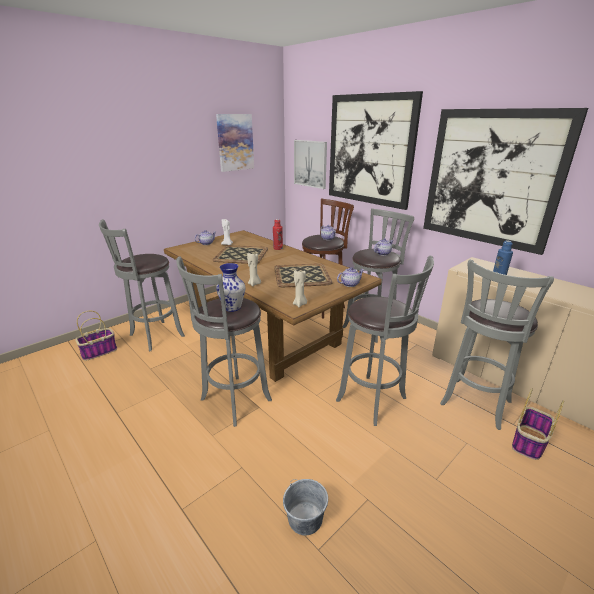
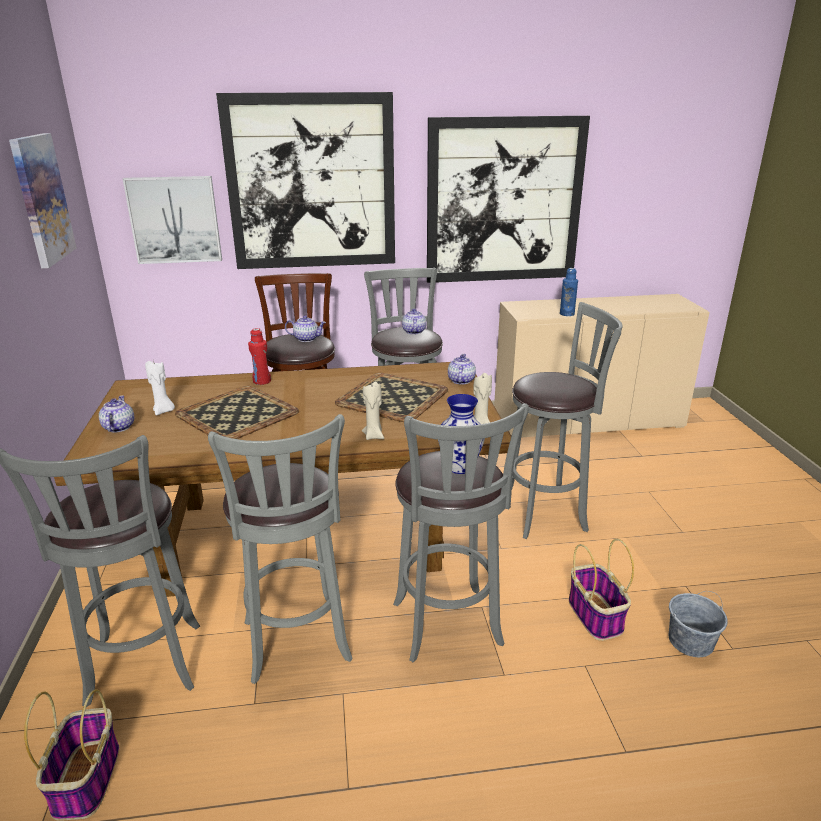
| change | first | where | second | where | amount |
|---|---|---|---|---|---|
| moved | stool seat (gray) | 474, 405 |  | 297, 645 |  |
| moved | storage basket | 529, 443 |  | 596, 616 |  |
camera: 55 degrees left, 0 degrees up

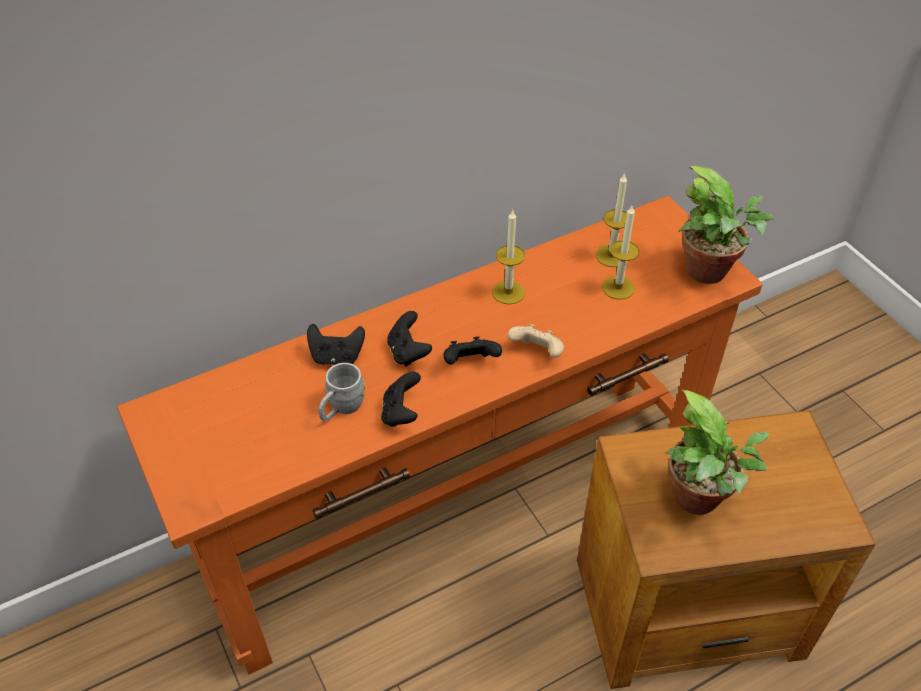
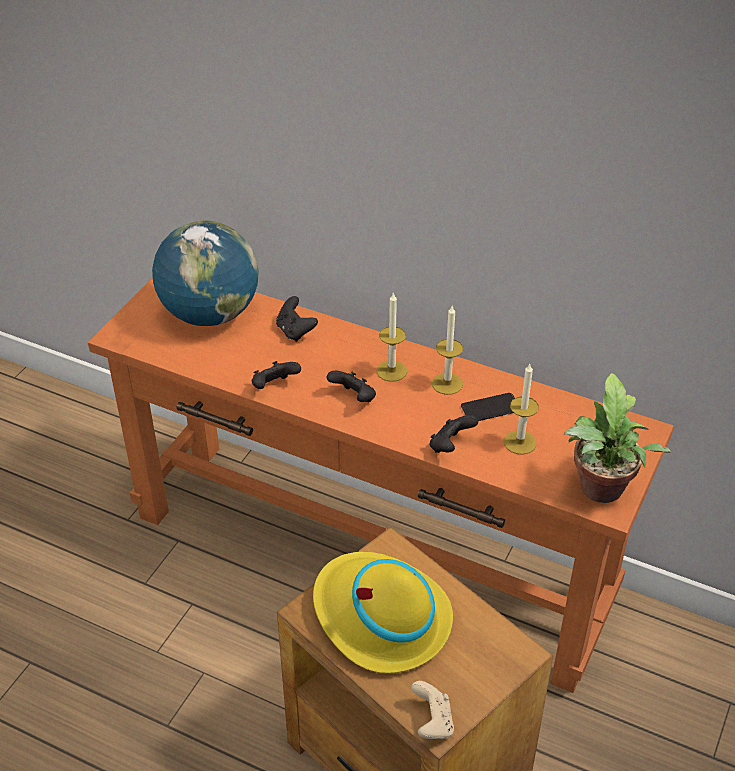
| change | first | where | second | where | amount |
|---|---|---|---|---|---|
| added |  |  | desk globe | 210, 314 |  |
| replaced | houseplant | 700, 501 | wearable hat (yellowish) | 380, 618 |  |
| moved | candle | 611, 256 |  | 391, 371 |  |
| moved | joypad (beige-coloured) | 537, 352 |  | 432, 723 |  |
| moved | joypad (blackish) | 408, 352 |  | 450, 446 |  |
| added |  |  | phone | 490, 408 |  |
| removed | tea mug (gray) | 341, 409 |  |  |  |
camera: 55 degrees right, 5 degrees down

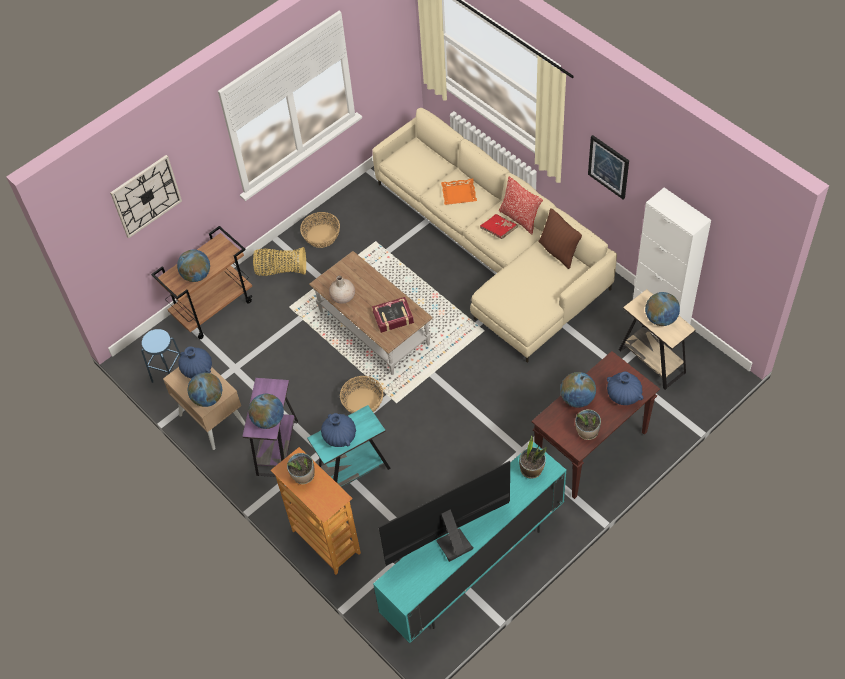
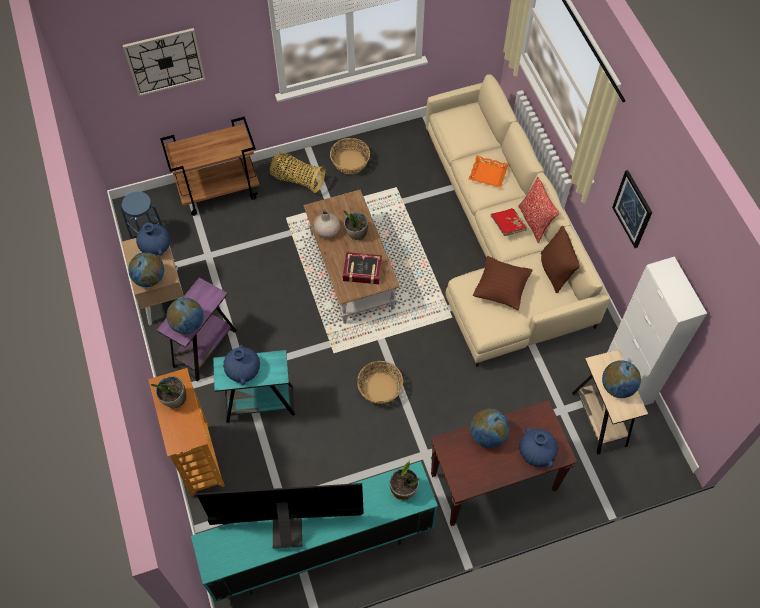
| change | first | where | second | where | amount |
|---|---|---|---|---|---|
| moved | houseplant | 587, 432 |  | 356, 234 |  |
| moved | storage basket | 362, 402 |  | 379, 388 |  |
| added |  |  | throw pillow (brown) | 501, 289 |  |
| removed | desk globe | 196, 275 |  |  |  |
camera: 20 degrees right, 5 degrees up

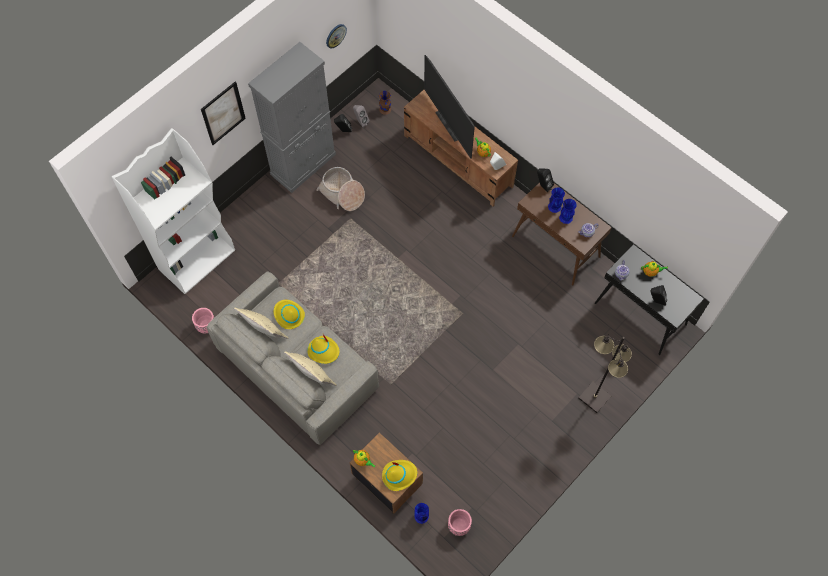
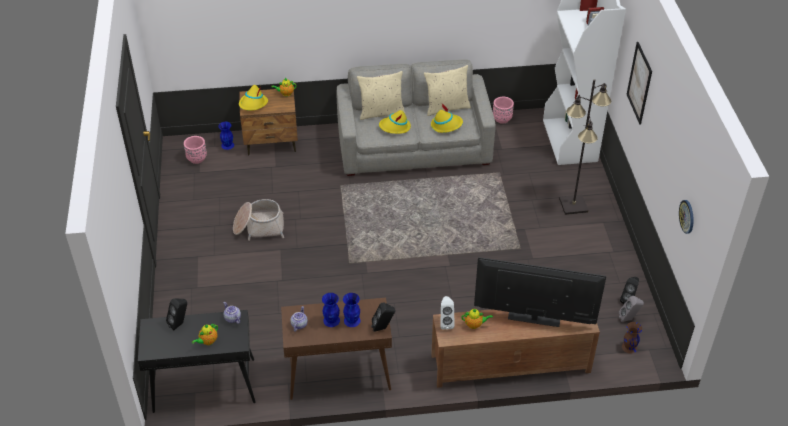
| change | first | where | second | where | amount |
|---|---|---|---|---|---|
| moved | storage basket | 342, 193 |  | 259, 227 |  |
| moved | standard lamp (blackish) | 594, 397 |  | 573, 205 |  |
| removed | storage cabinet (gray) | 303, 164 |  |  |  |
camera: 130 degrees right, 20 degrees down

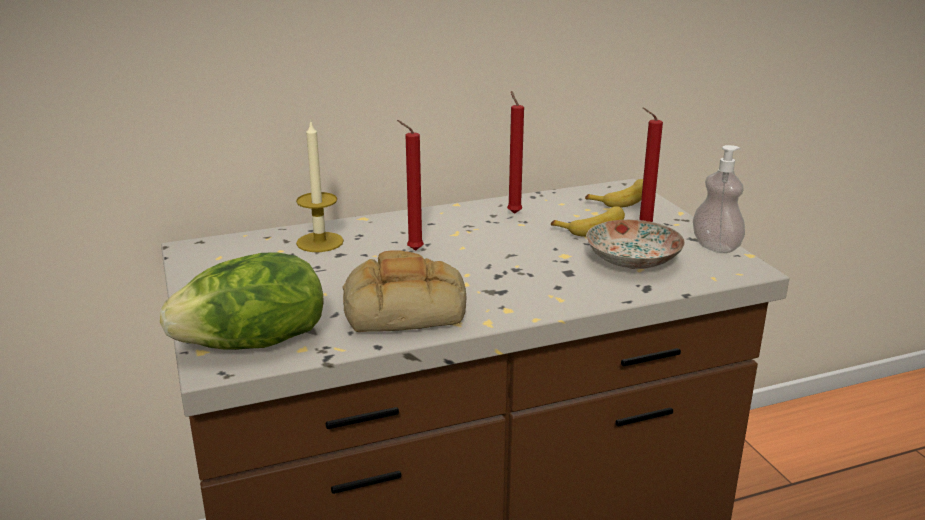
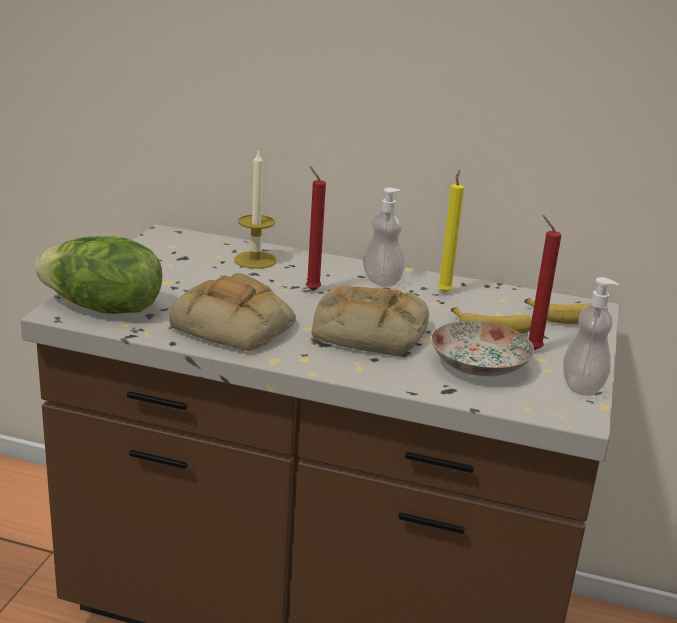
| change | first | where | second | where | amount |
|---|---|---|---|---|---|
| added |  |  | bakery bread | 367, 332 |  |
| added |  |  | liquid soap bottle | 381, 281 |  |
| recoloured | candle (reddish) | 513, 212 | candle (yellowish) | 444, 292 |  |
camera: 35 degrees right, 0 degrees up

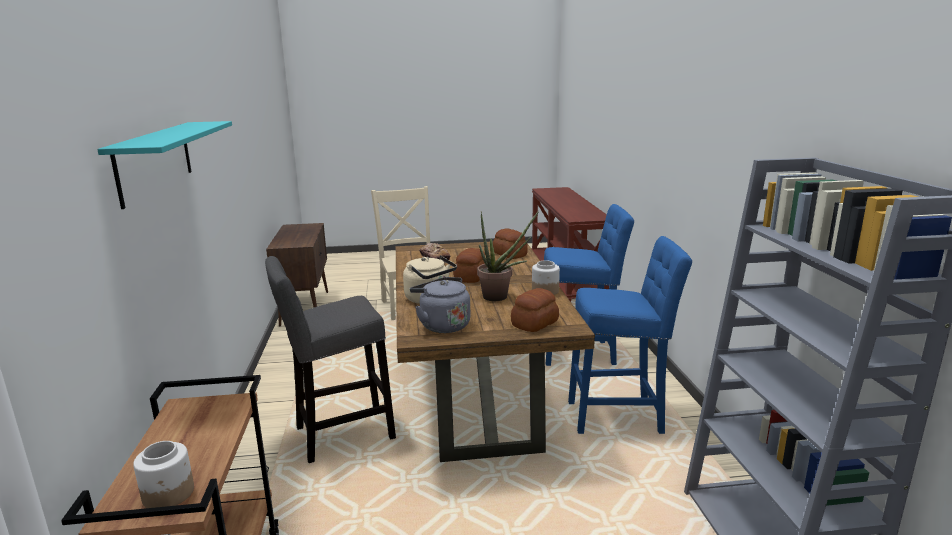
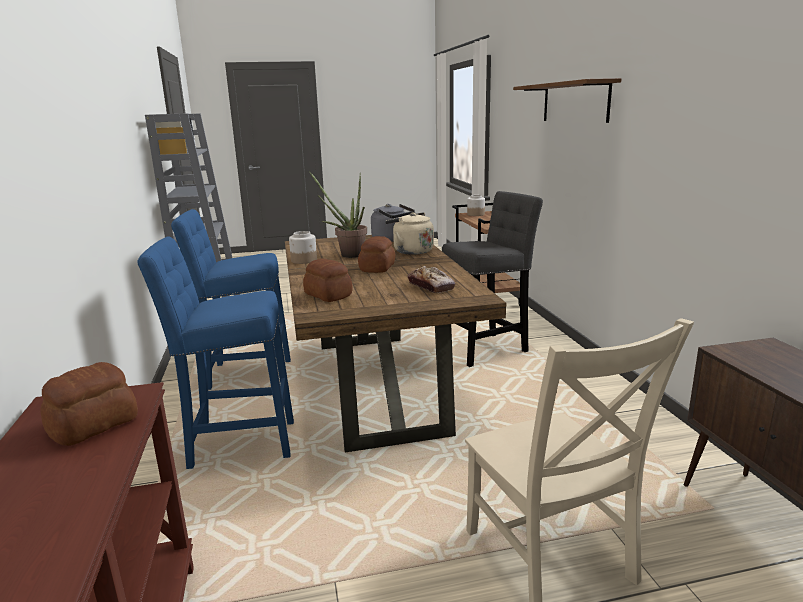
| change | first | where | second | where | amount |
|---|---|---|---|---|---|
| moved | bakery bread | 534, 324 |  | 95, 425 |  |
| recoloured | wall shelf (turquoise-coloured) | 155, 160 | wall shelf (brown) | 574, 102 |  |
camera: 175 degrees right, 0 degrees up

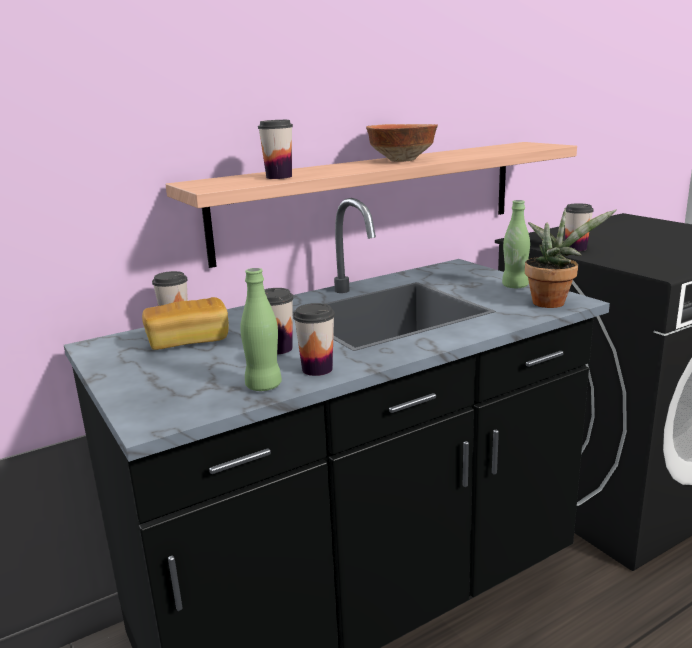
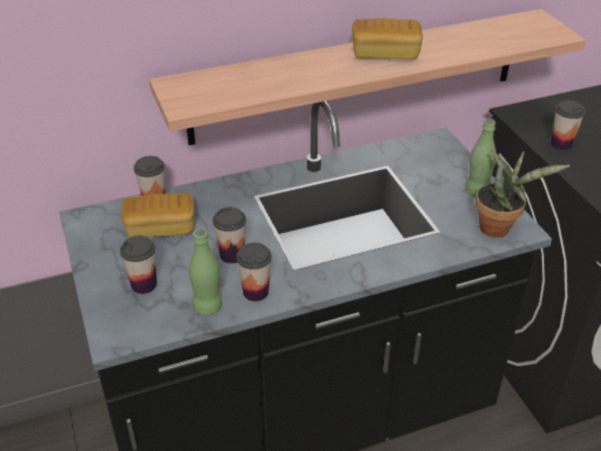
| change | first | where | second | where | amount |
|---|---|---|---|---|---|
| moved | drinking cup | 279, 177 |  | 144, 285 |  |
| replaced | serving bowl | 401, 160 | bakery bread | 385, 54 |  |
camera: 10 degrees right, 20 degrees up

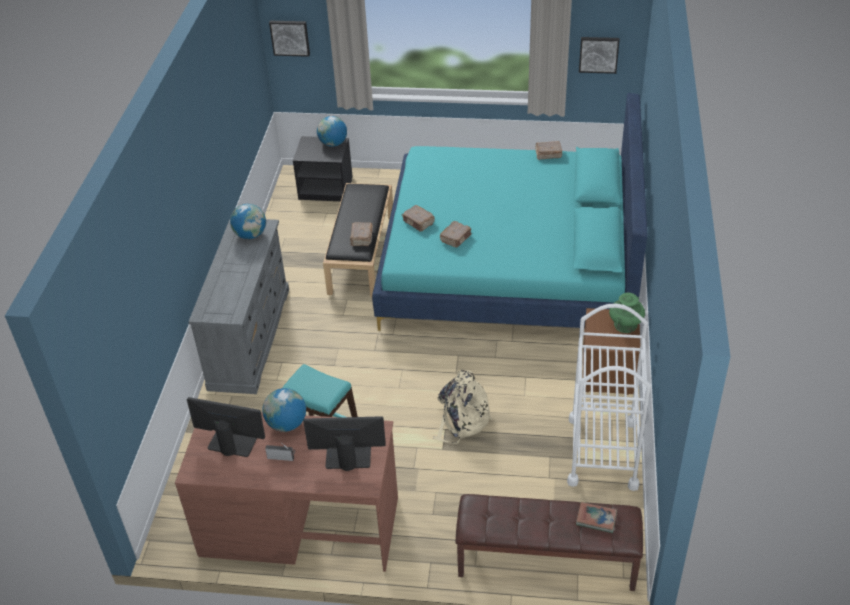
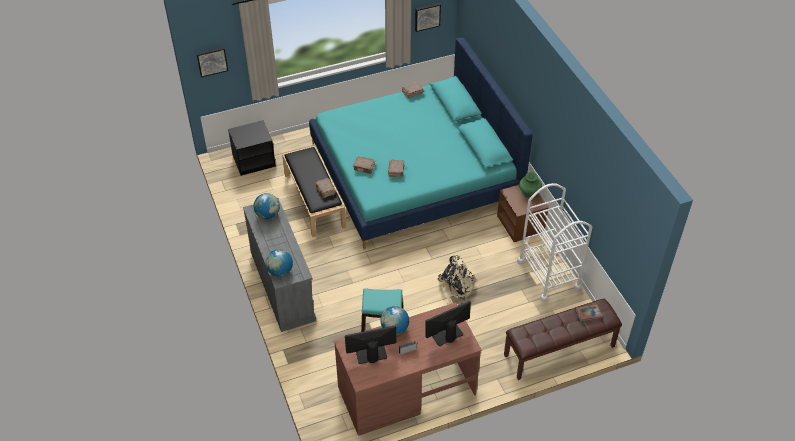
| change | first | where | second | where | amount |
|---|---|---|---|---|---|
| moved | desk globe | 333, 144 |  | 280, 271 |  |
camera: 30 degrees left, 5 degrees up

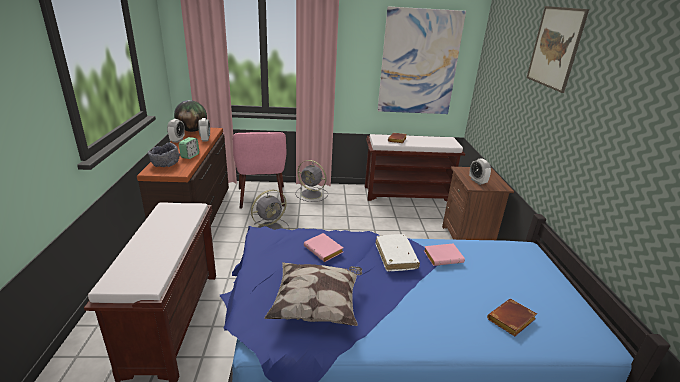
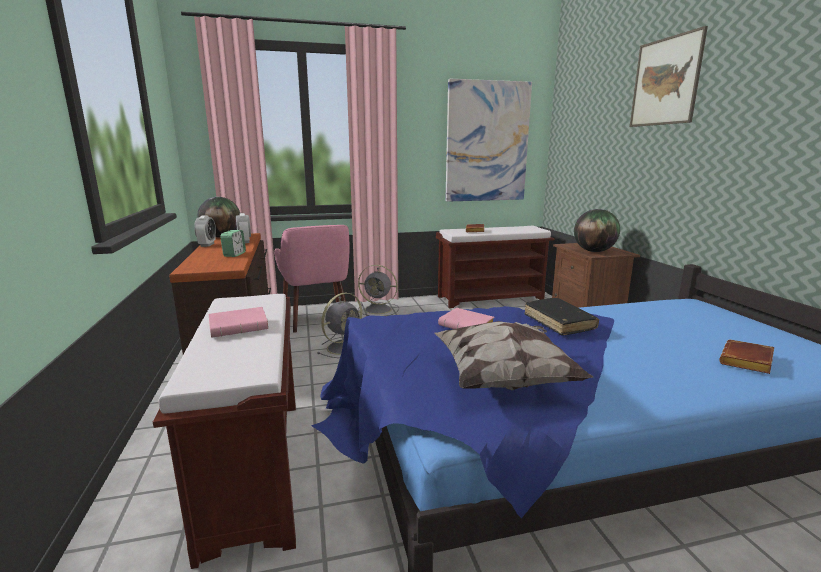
| change | first | where | second | where | amount |
|---|---|---|---|---|---|
| moved | bound book (pink) | 443, 257 |  | 240, 327 |  |
| recoloured | bound book (white-coloured) | 395, 257 | bound book (blackish) | 559, 322 |  |
| replaced | table clock | 477, 181 | desk globe | 594, 251 |  |
| removed | serving bowl (gray) | 165, 164 |  |  |  |
camera: 10 degrees left, 10 degrees down

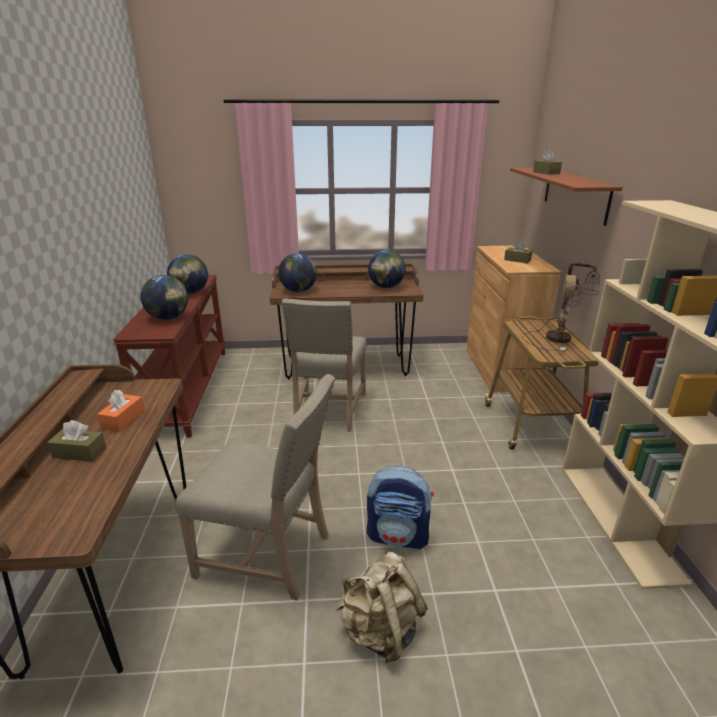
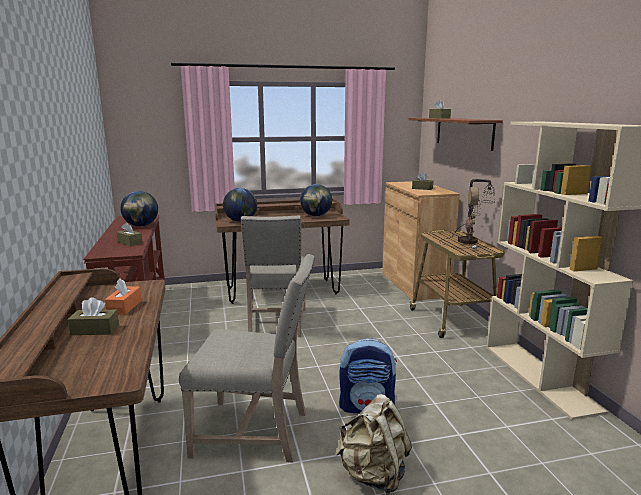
| change | first | where | second | where | amount |
|---|---|---|---|---|---|
| replaced | desk globe | 168, 318 | tissue holder (brown) | 130, 242 |  |
camera: 10 degrees left, 10 degrees down

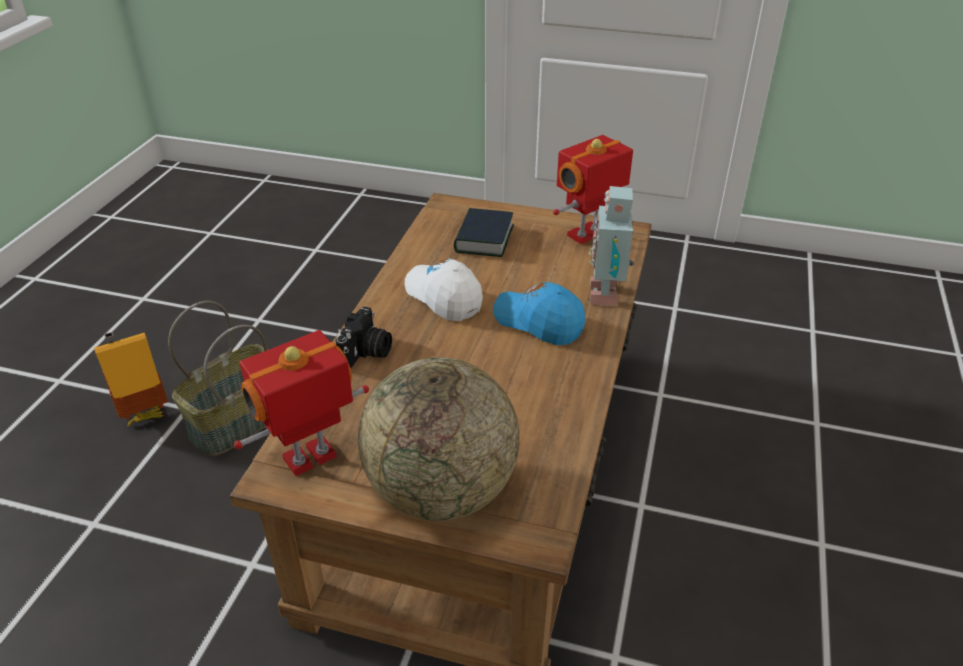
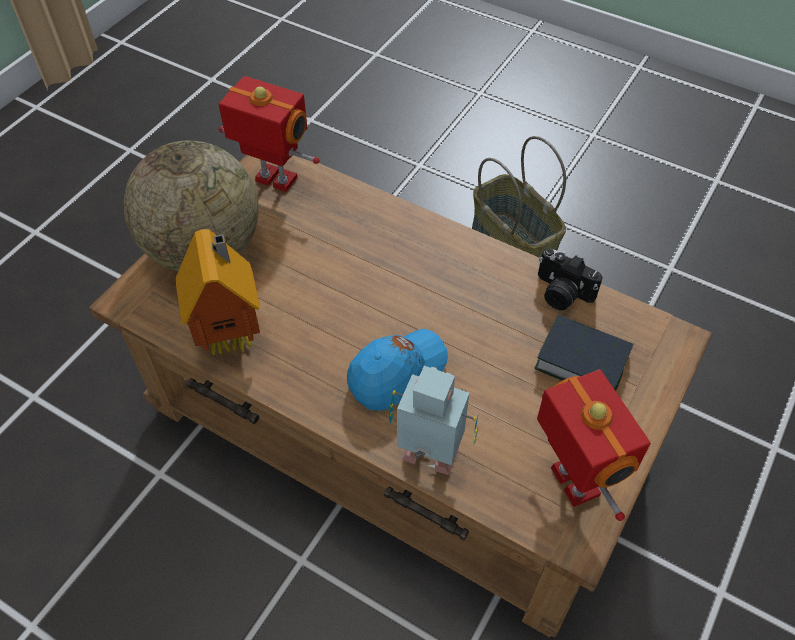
| change | first | where | second | where | amount |
|---|---|---|---|---|---|
| moved | miniature house | 144, 414 |  | 233, 336 |  |
| turned | robot figure | 311, 459 |  | 275, 181 | 45 degrees counterclockwise |
| moved | still camera | 366, 353 |  | 561, 293 |  |
| removed | baseball cap (white-coloured) | 444, 297 |  |  |  |
camera: 105 degrees right, 15 degrees up

